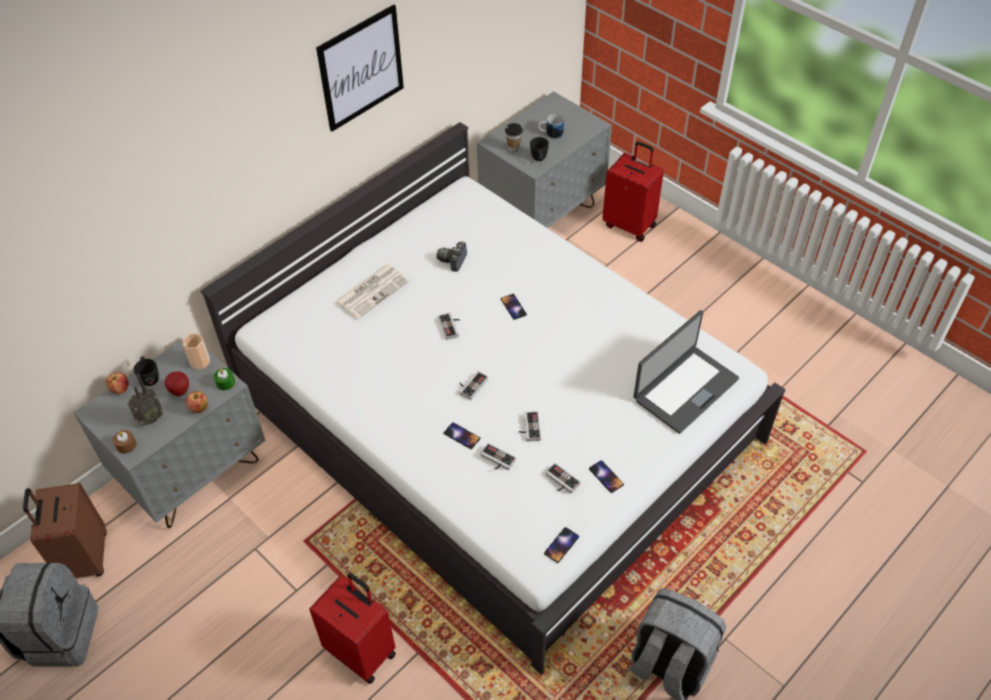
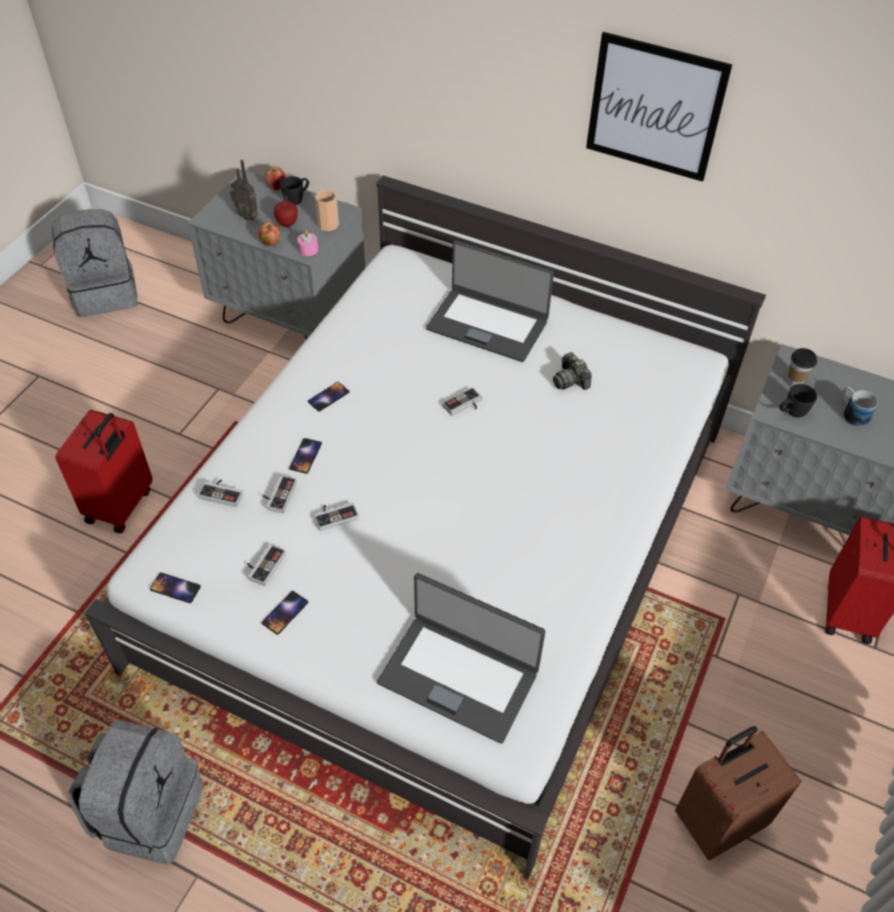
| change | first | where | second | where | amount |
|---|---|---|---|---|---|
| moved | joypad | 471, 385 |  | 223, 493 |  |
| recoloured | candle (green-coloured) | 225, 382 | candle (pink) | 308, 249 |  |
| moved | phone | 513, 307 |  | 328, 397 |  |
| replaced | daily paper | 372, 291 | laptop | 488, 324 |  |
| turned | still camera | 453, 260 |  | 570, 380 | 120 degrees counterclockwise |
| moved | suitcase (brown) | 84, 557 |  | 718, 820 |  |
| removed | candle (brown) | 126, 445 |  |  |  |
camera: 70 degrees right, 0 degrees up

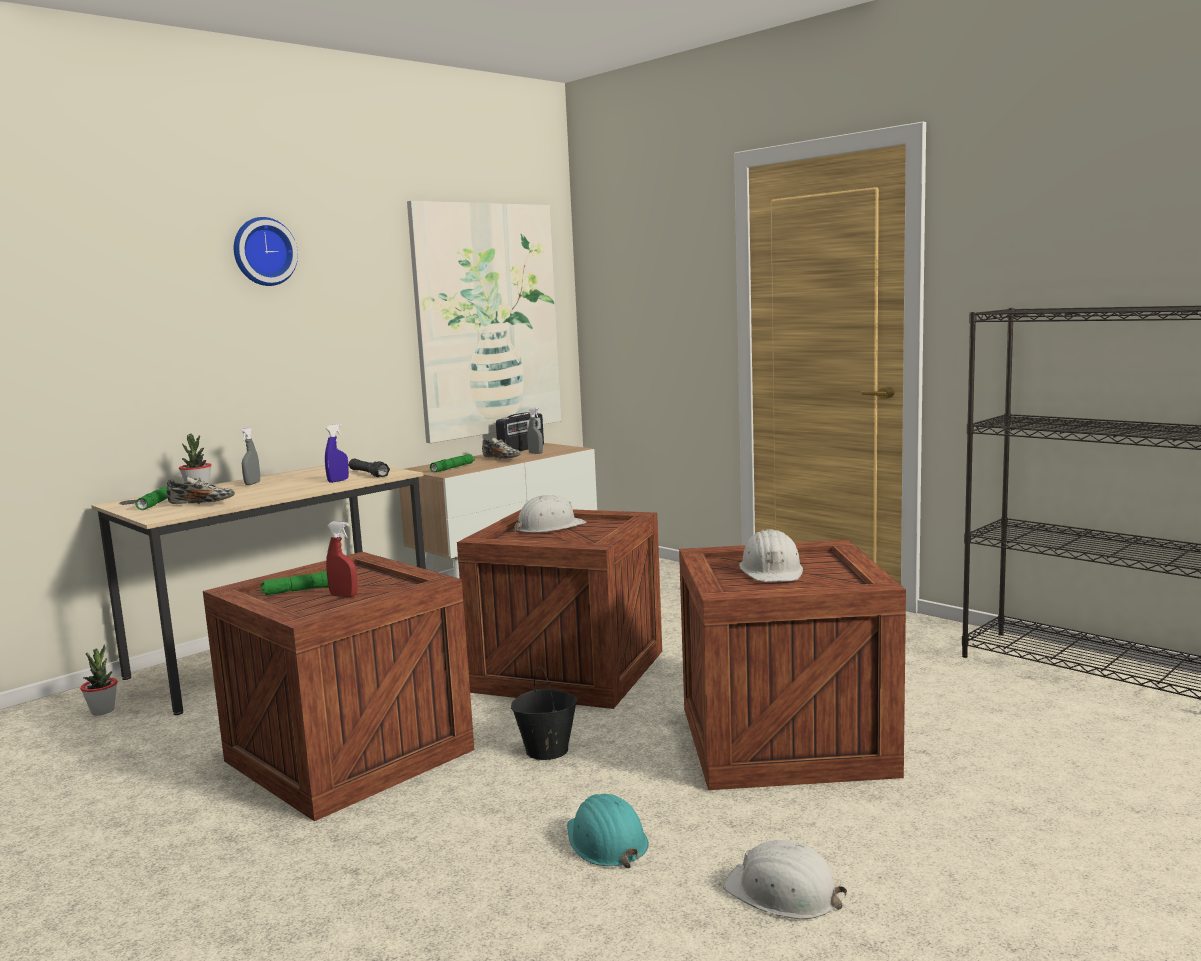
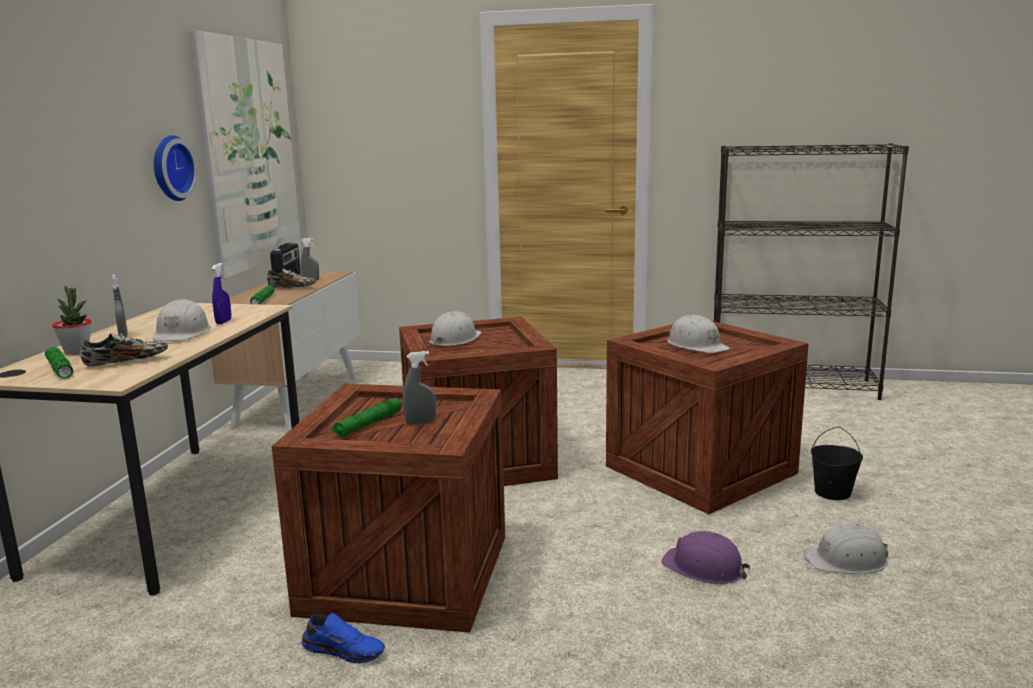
| change | first | where | second | where | amount |
|---|---|---|---|---|---|
| added |  |  | work helmet (white-coloured) | 182, 333 |  |
| moved | hanging clock | 263, 252 |  | 170, 168 |  |
| added |  |  | shoe (bluish) | 345, 650 |  |
| recoloured | spray bottle (reddish) | 344, 596 | spray bottle (gray) | 420, 422 |  |
| recoloured | work helmet (turquoise-coloured) | 606, 841 | work helmet (purplish) | 704, 567 |  |
| moved | pail (blackish) | 546, 751 |  | 832, 493 |  |
| removed | houseplant | 103, 711 |  |  |  |
| removed | hand torch (blackish) | 368, 474 |  |  |  |
camera: 35 degrees left, 5 degrees up

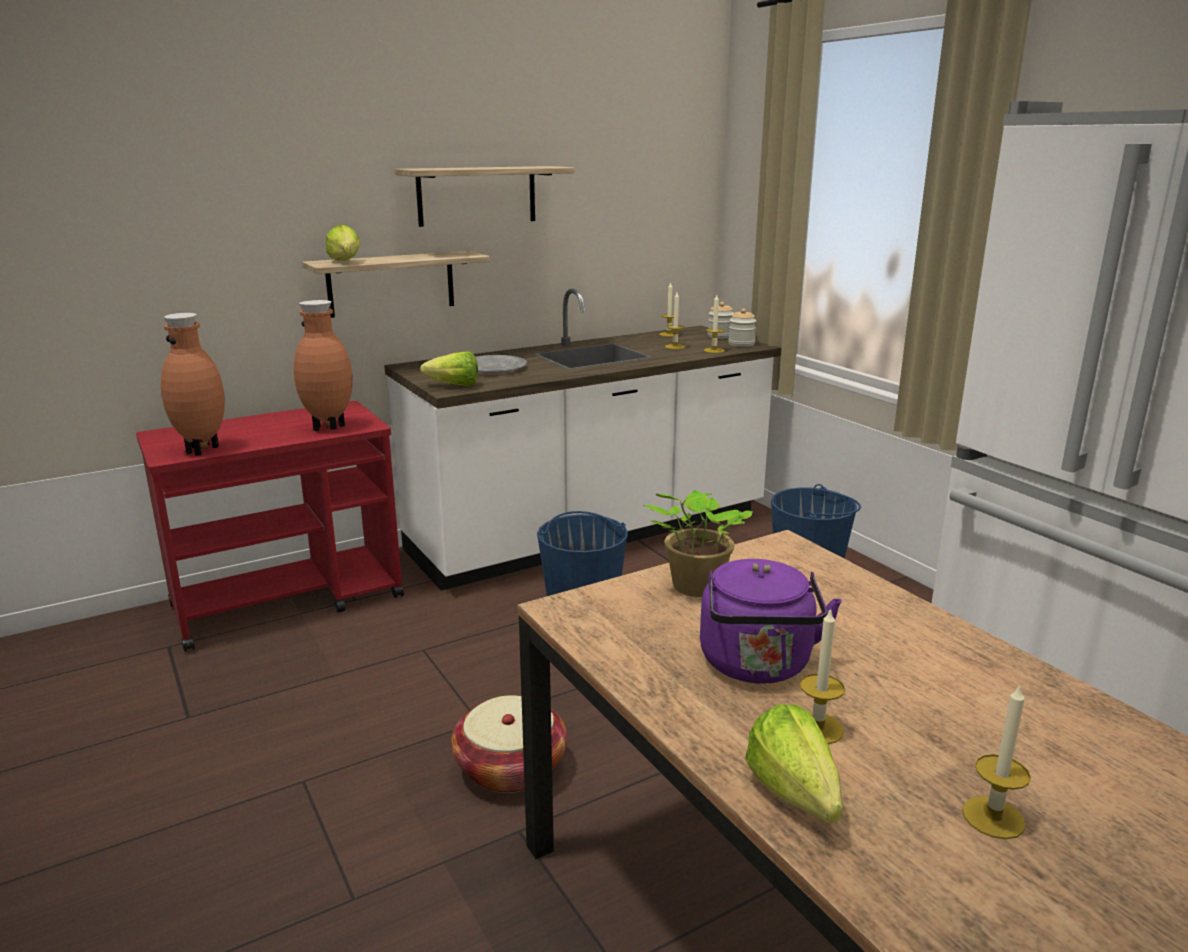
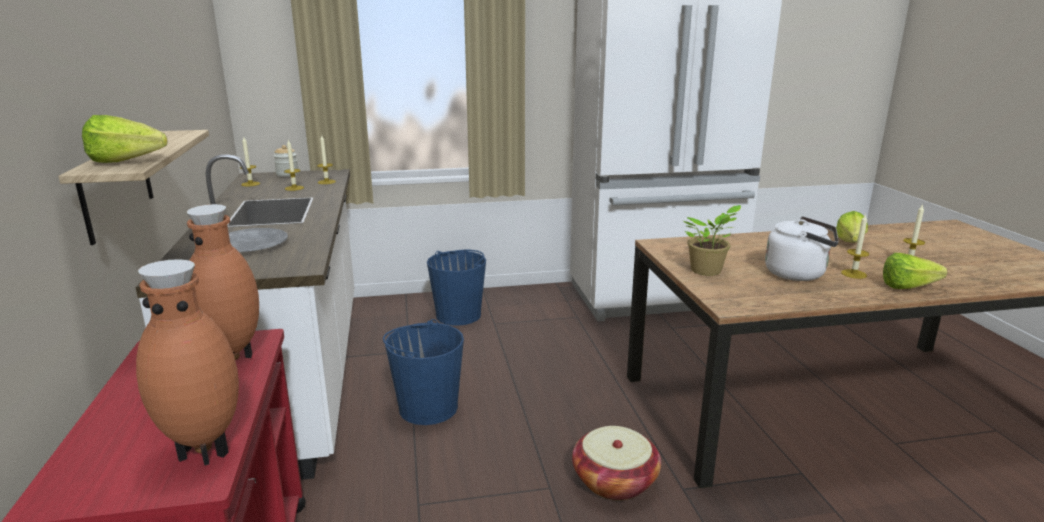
| change | first | where | second | where | amount |
|---|---|---|---|---|---|
| recoloured | kettle (purplish) | 757, 666 | kettle (white-coloured) | 798, 274 |  |
| moved | lettuce head | 450, 385 |  | 849, 244 |  |
| removed | wall shelf | 477, 195 |  |  |  |
| removed | jar | 741, 344 |  |  |  |
camera: 70 degrees left, 0 degrees up

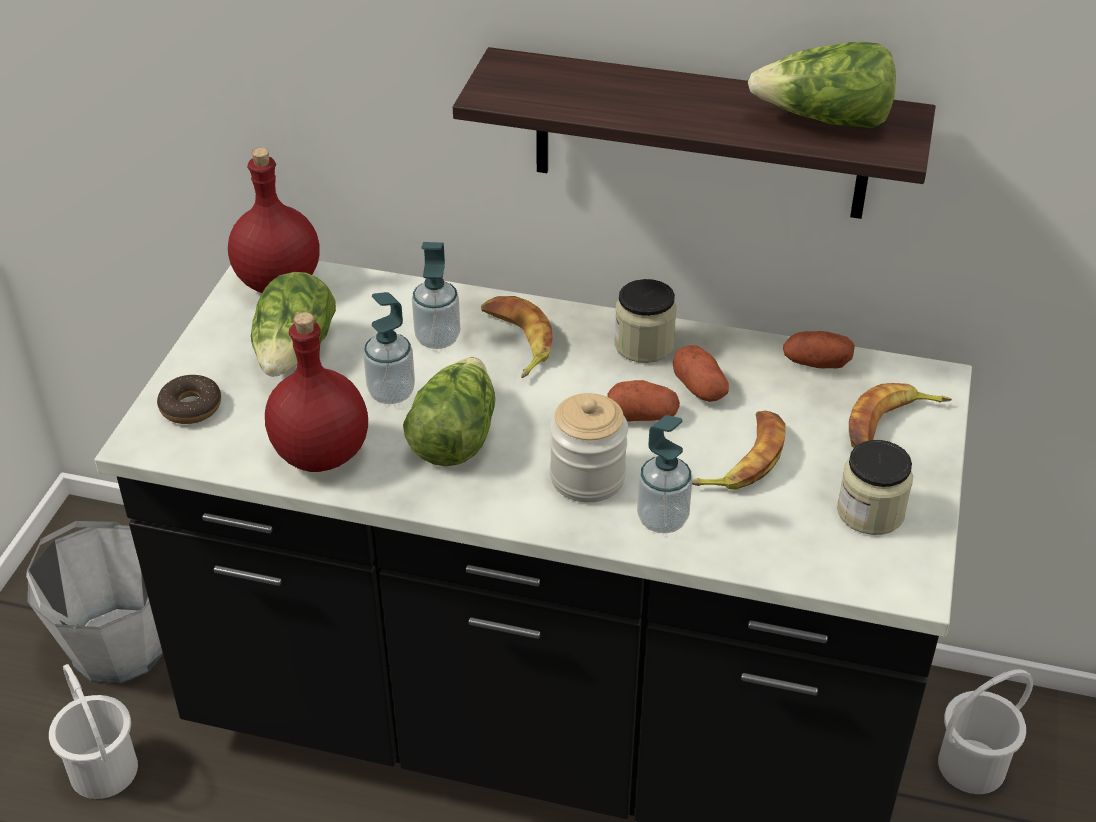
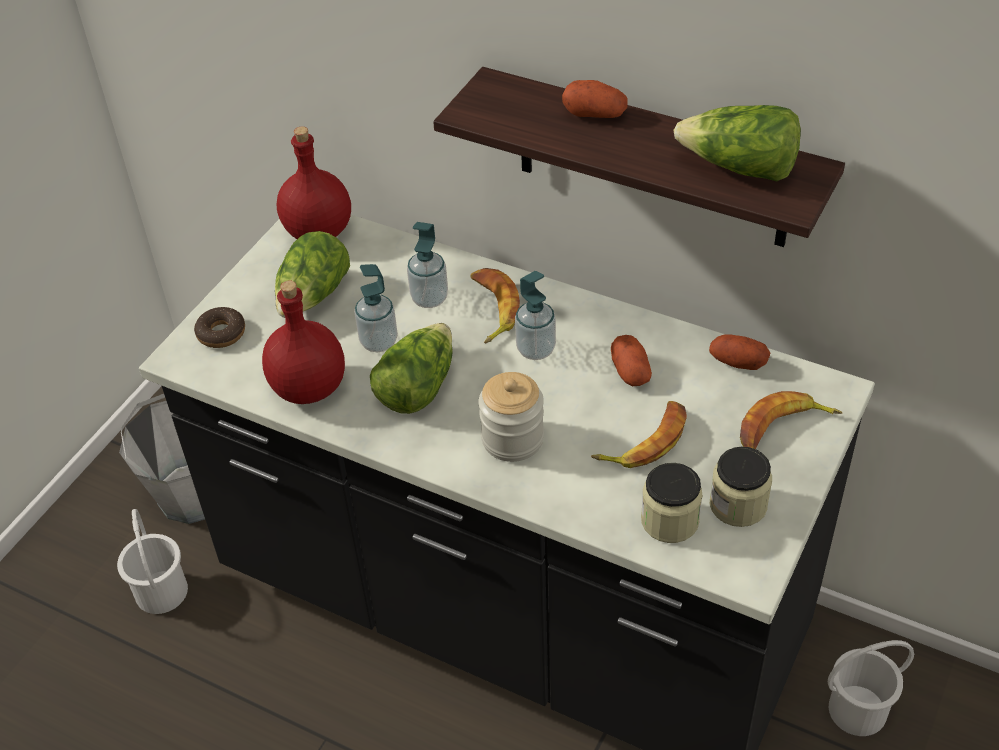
| change | first | where | second | where | amount |
|---|---|---|---|---|---|
| moved | liquid soap bottle | 662, 519 |  | 536, 349 |  |
| moved | whole potato | 642, 415 |  | 595, 114 |  |
| moved | jar | 644, 345 |  | 669, 520 |  |
camera: 15 degrees right, 5 degrees up

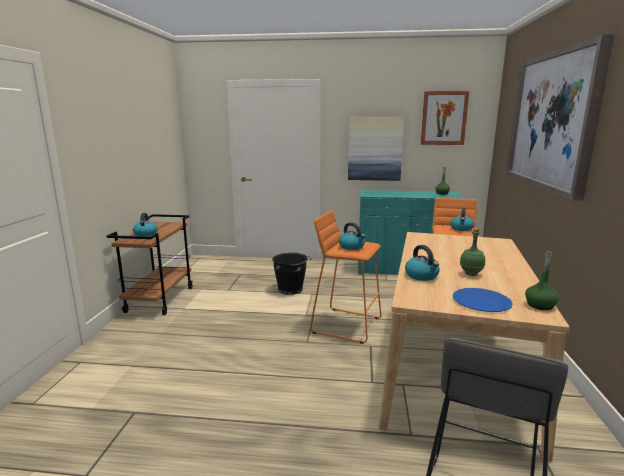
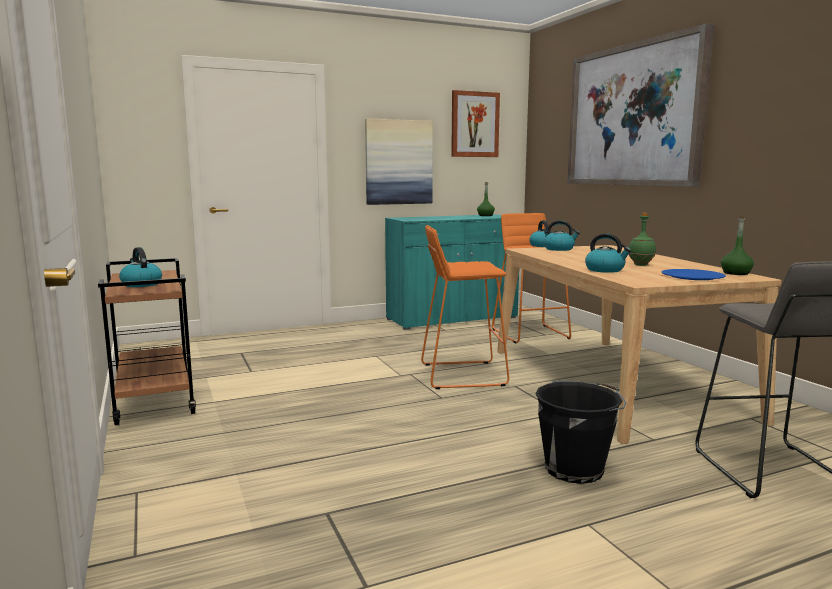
| change | first | where | second | where | amount |
|---|---|---|---|---|---|
| moved | pail (blackish) | 291, 289 |  | 576, 469 |  |
| moved | kettle | 352, 247 |  | 559, 249 |  |
camera: 30 degrees left, 5 degrees down

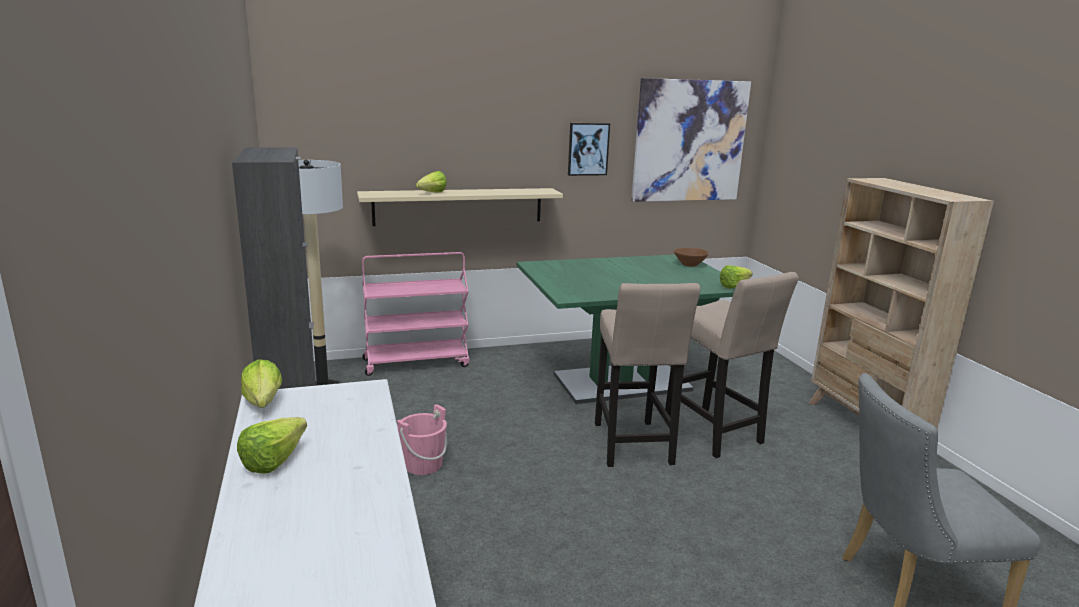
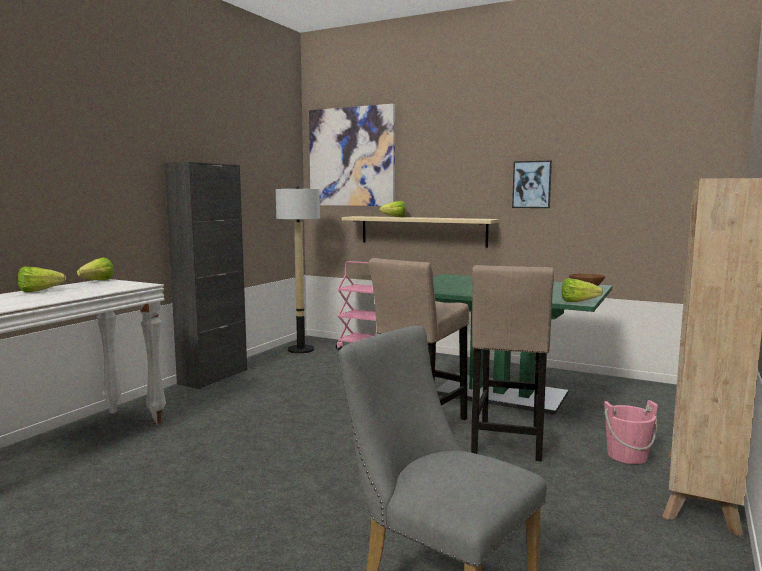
| change | first | where | second | where | amount |
|---|---|---|---|---|---|
| moved | picture | 689, 141 |  | 351, 157 |  |
| moved | pail (pink) | 423, 464 |  | 627, 455 |  |
camera: 45 degrees right, 10 degrees down

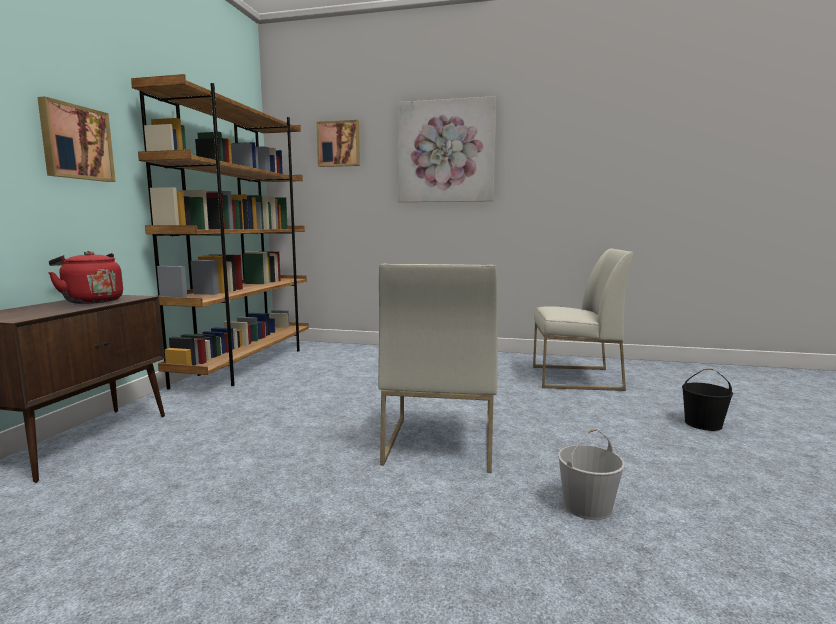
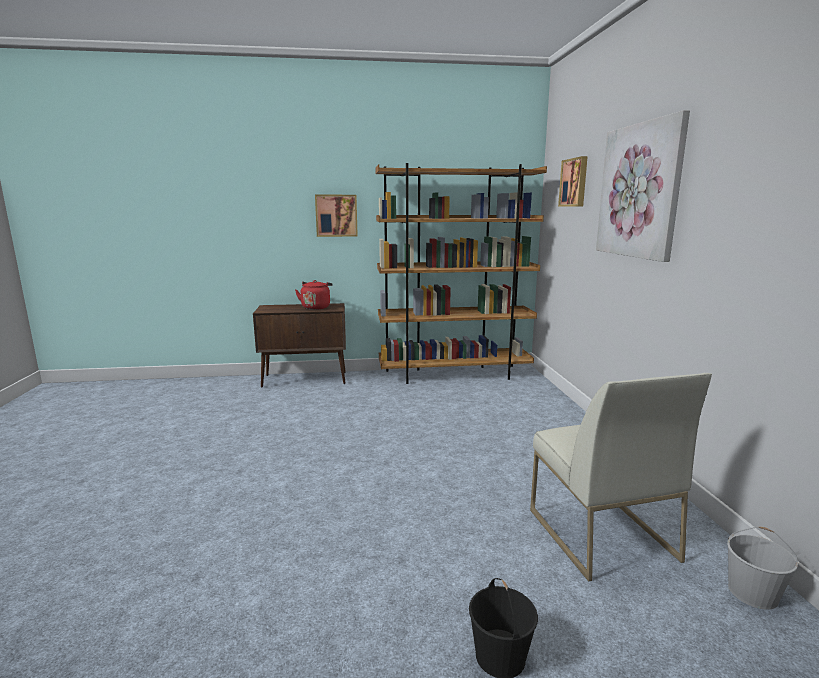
| change | first | where | second | where | amount |
|---|---|---|---|---|---|
| moved | pail (white-coloured) | 587, 506 |  | 751, 592 |  |
| removed | chair (white-coloured) | 439, 442 |  |  |  |
camera: 70 degrees right, 5 degrees up

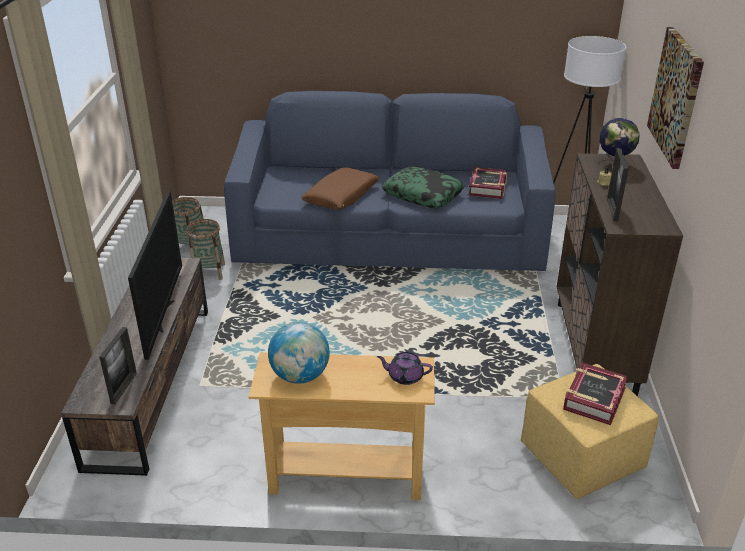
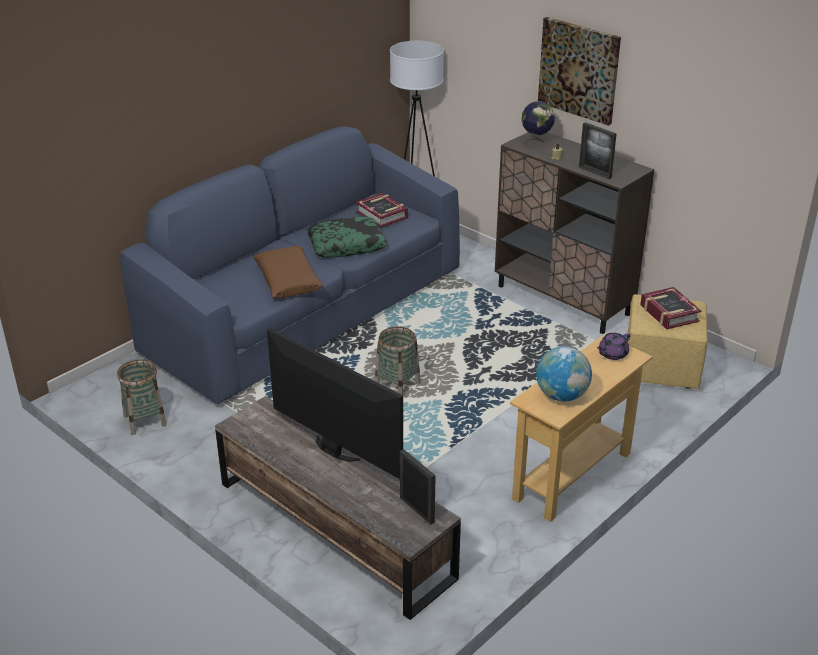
| change | first | where | second | where | amount |
|---|---|---|---|---|---|
| moved | storage basket | 208, 272 |  | 397, 385 |  |
camera: 50 degrees left, 0 degrees up

